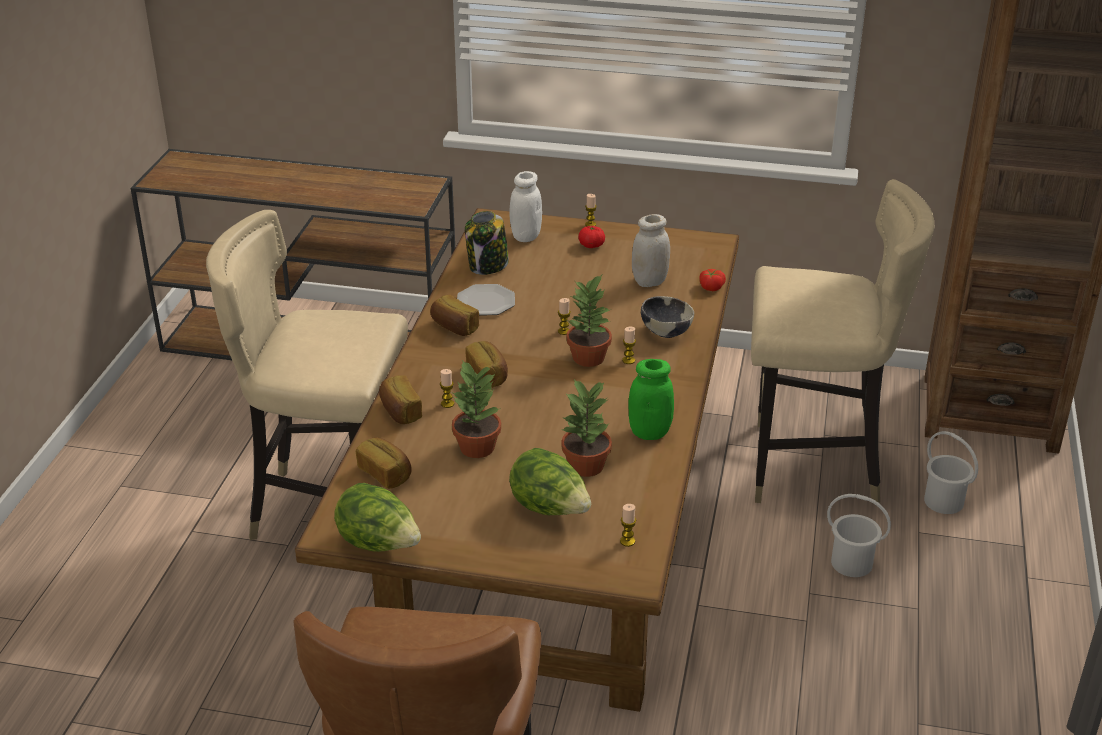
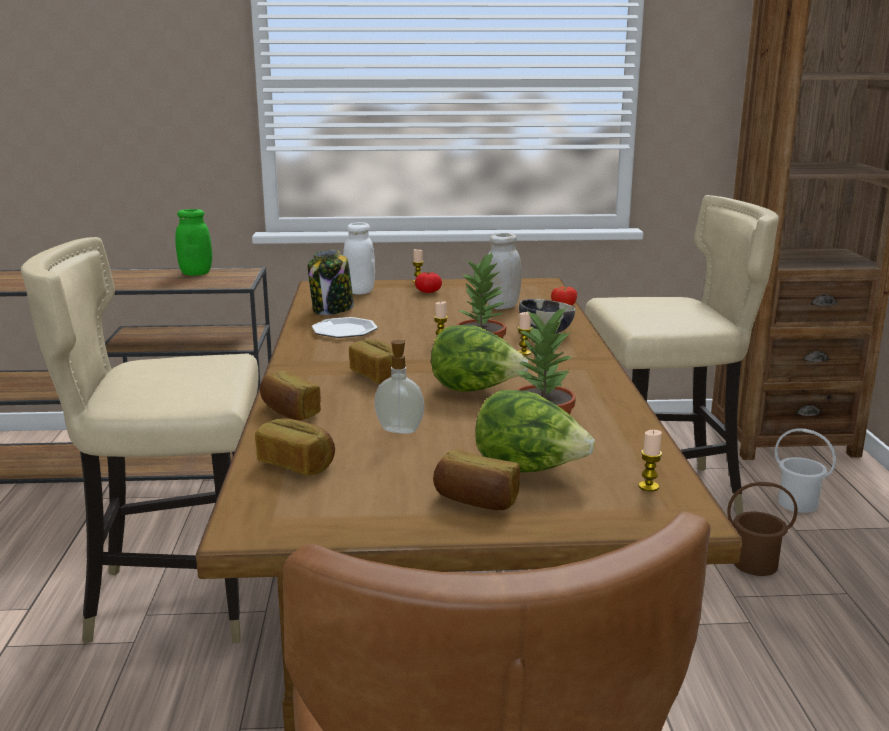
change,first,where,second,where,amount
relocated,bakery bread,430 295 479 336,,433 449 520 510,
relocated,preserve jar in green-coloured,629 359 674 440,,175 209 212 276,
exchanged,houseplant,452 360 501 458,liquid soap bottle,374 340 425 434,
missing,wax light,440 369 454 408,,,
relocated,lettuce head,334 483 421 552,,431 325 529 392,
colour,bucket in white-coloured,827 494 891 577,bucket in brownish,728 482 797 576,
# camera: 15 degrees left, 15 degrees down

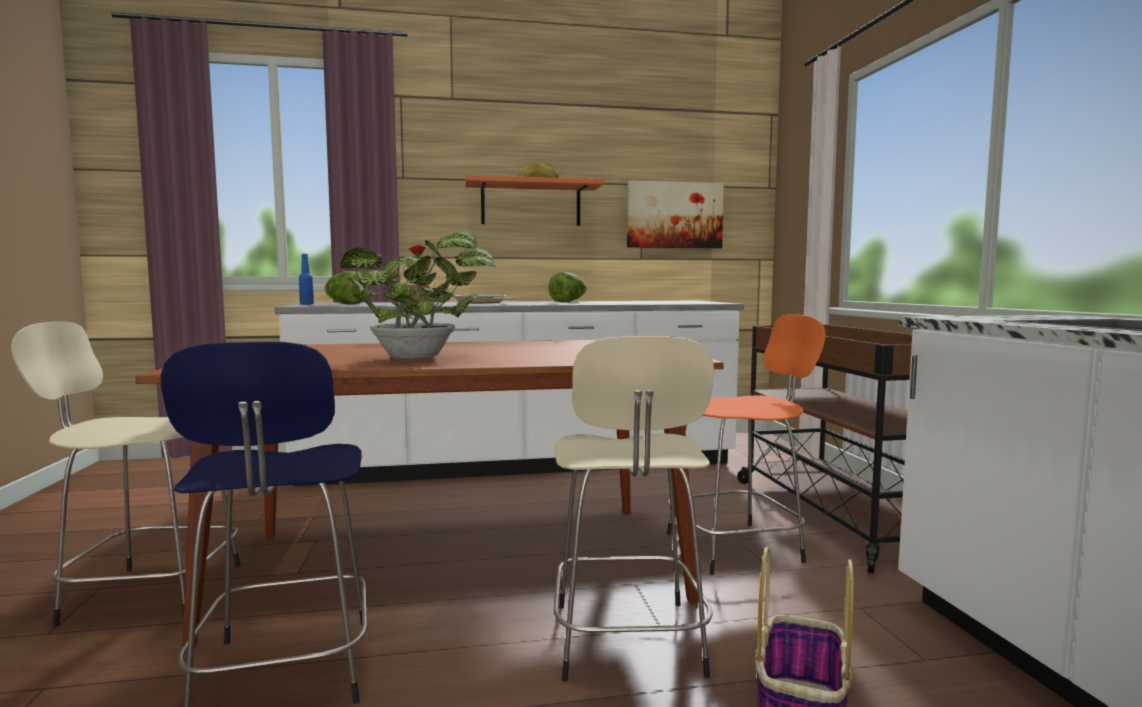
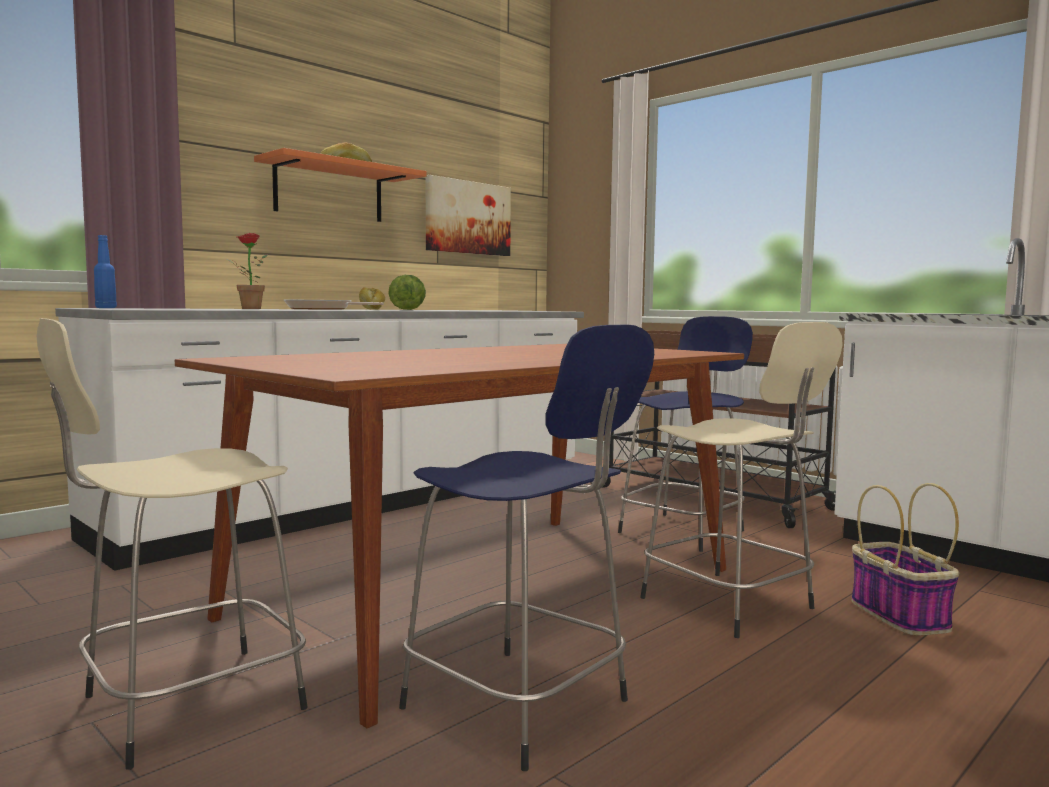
change,first,where,second,where,amount
missing,houseplant,341 229 496 360,,,
missing,lettuce head,324 271 368 305,,,
colour,stool seat in orange-coloured,667 314 826 575,stool seat in blue,618 316 753 552,
appeared,,,bakery bread,359 287 385 310,
# camera: 35 degrees left, 0 degrees up

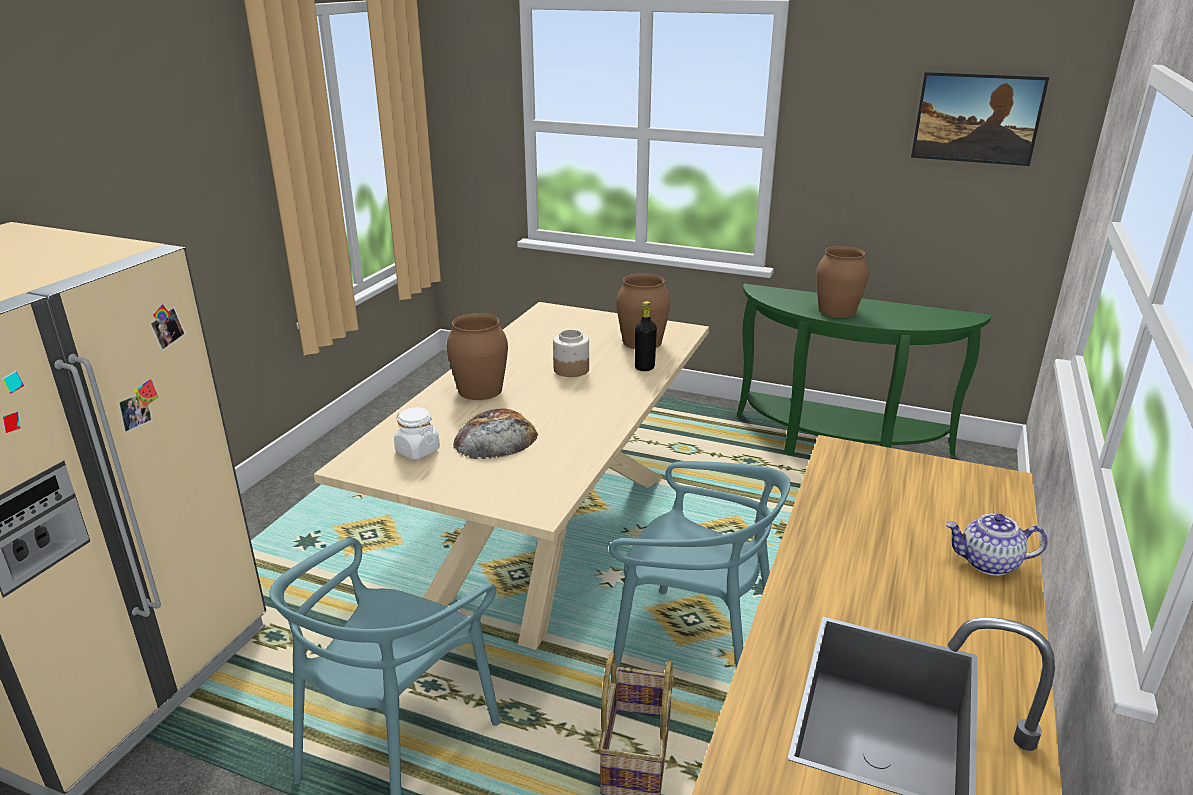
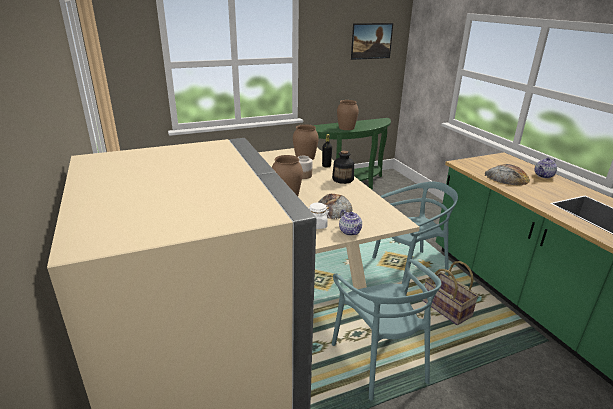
change,first,where,second,where,amount
appeared,,,drink bottle,332 150 354 184,
appeared,,,bakery bread,484 164 530 186,
appeared,,,tea pot,339 209 362 236,
# camera: 45 degrees left, 0 degrees up

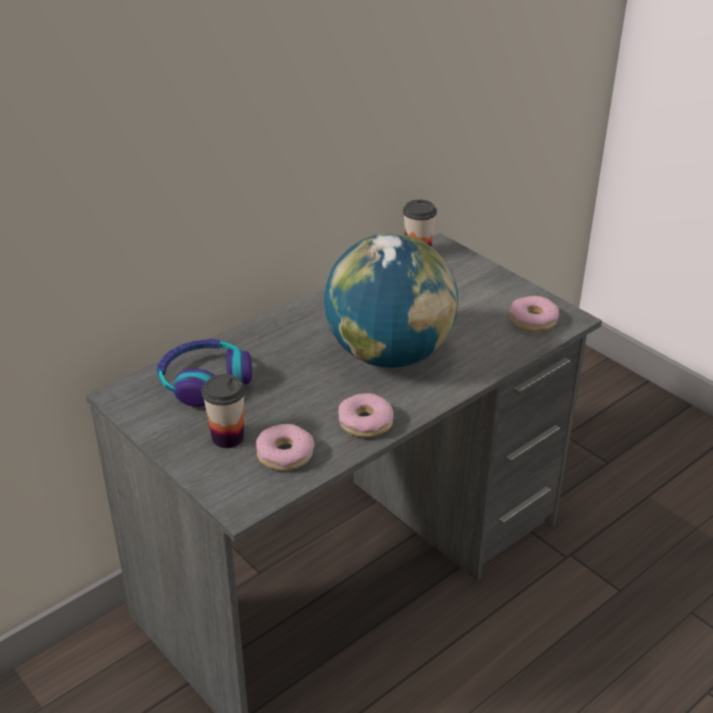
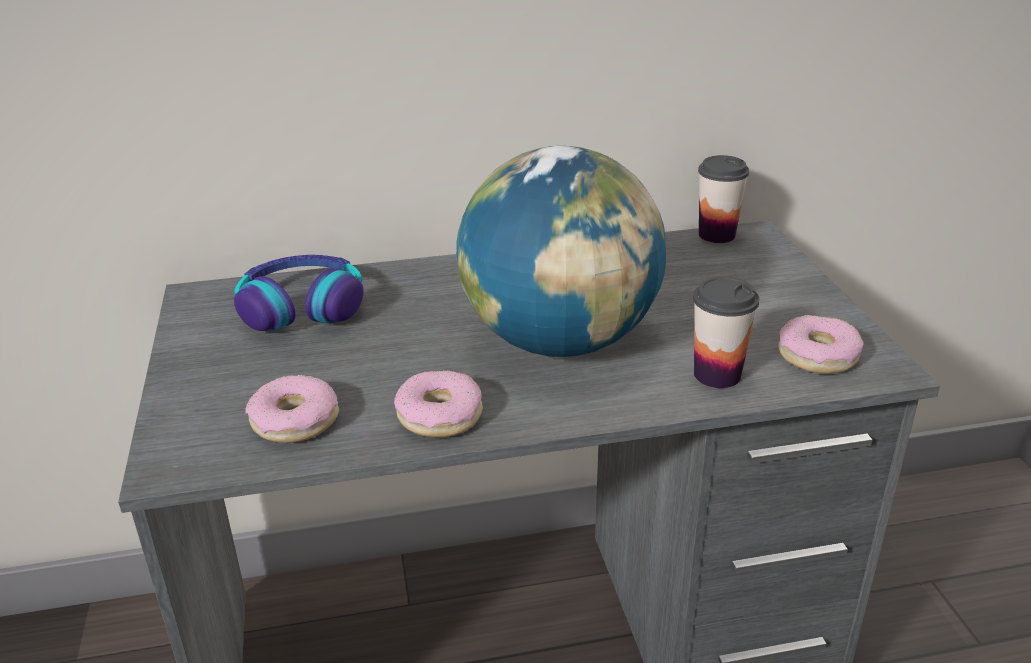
change,first,where,second,where,amount
relocated,cup,202 374 246 448,,693 276 759 388,
# camera: 30 degrees right, 5 degrees down

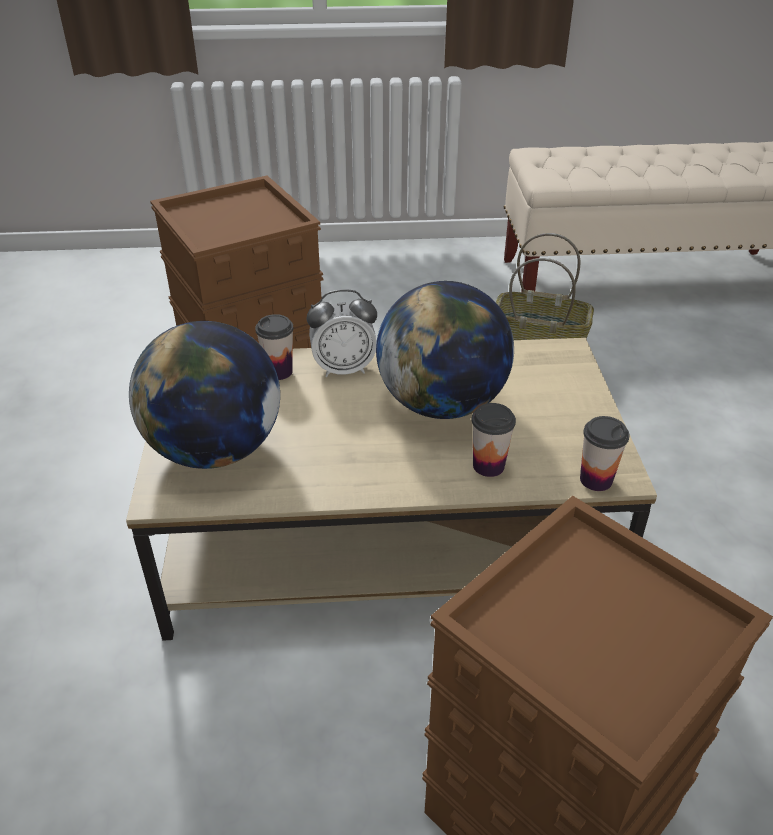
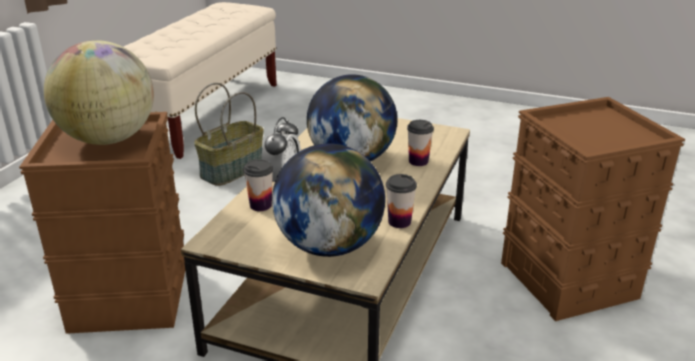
change,first,where,second,where,amount
relocated,cup,580 416 629 491,,386 174 417 228,
appeared,,,desk globe,44 40 154 145,
# camera: 65 degrees left, 10 degrees down

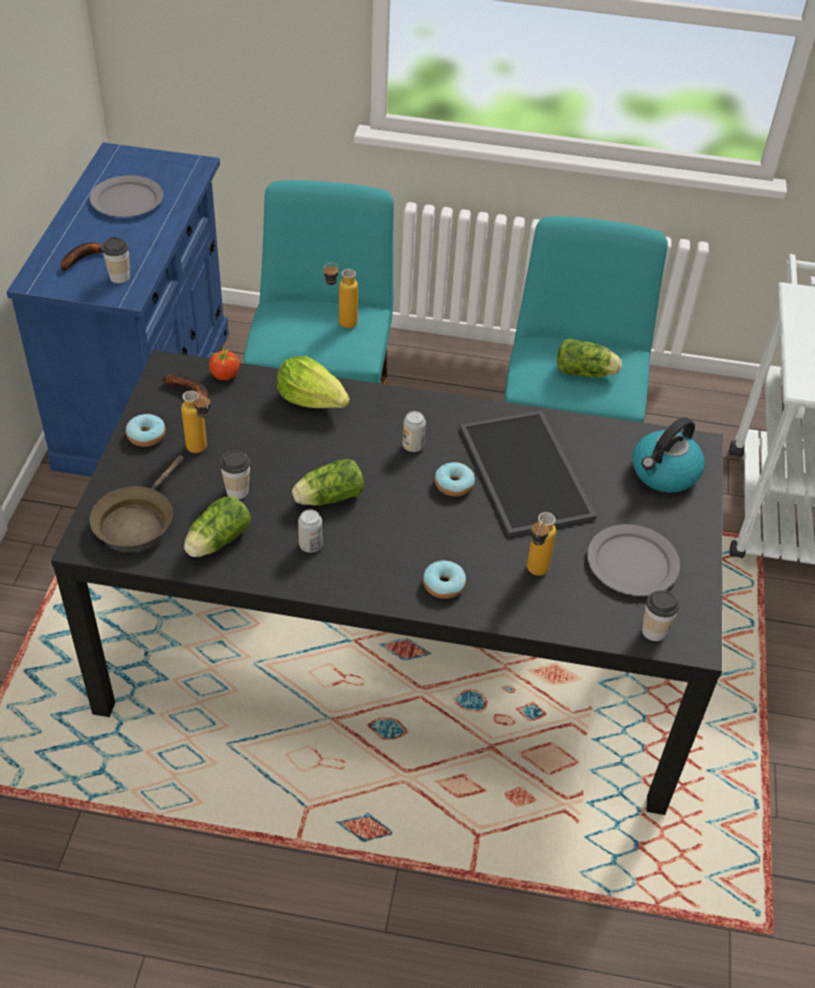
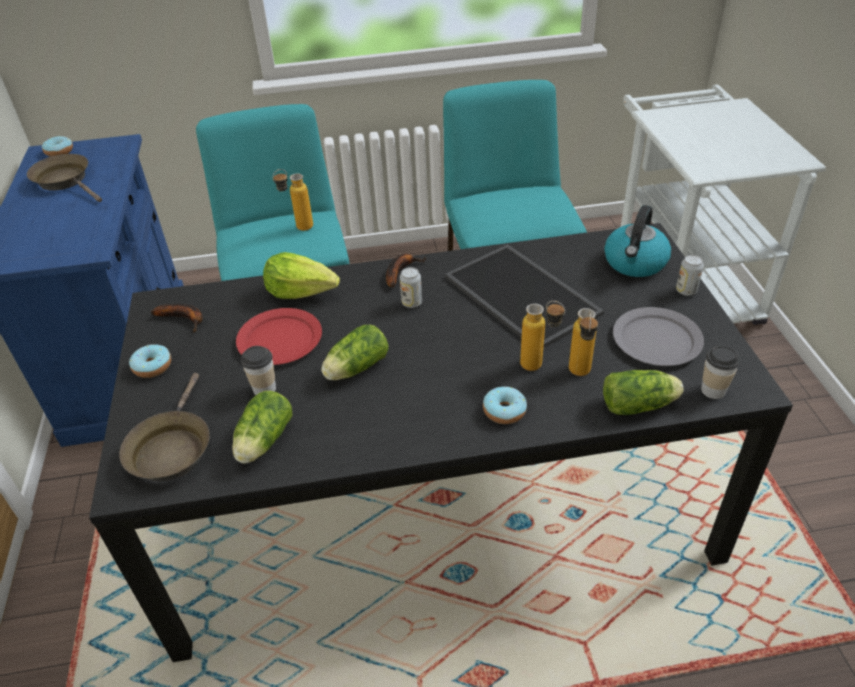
change,first,where,second,where,amount
exchanged,dinner plate in grey,90 175 163 217,skillet in brownish,27 154 102 202,
missing,cup,102 237 130 284,,,
relocated,whole banana,60 242 102 271,,386 254 426 288,
relocated,lettuce head,557 338 622 377,,603 370 683 415,
missing,whole tomato,209 348 240 380,,,
relocated,drink bottle,181 391 211 453,,520 301 565 371,
relocated,ring doughnut,435 462 475 497,,42 136 73 157,
relocated,metal can,298 509 322 553,,676 255 704 296,
appeared,,,dinner plate in red,236 308 322 365,
# camera: 15 degrees left, 5 degrees down

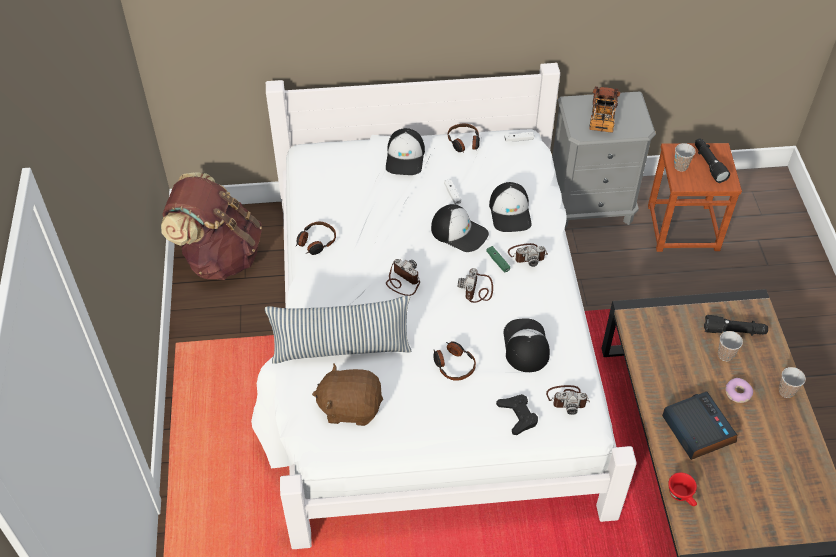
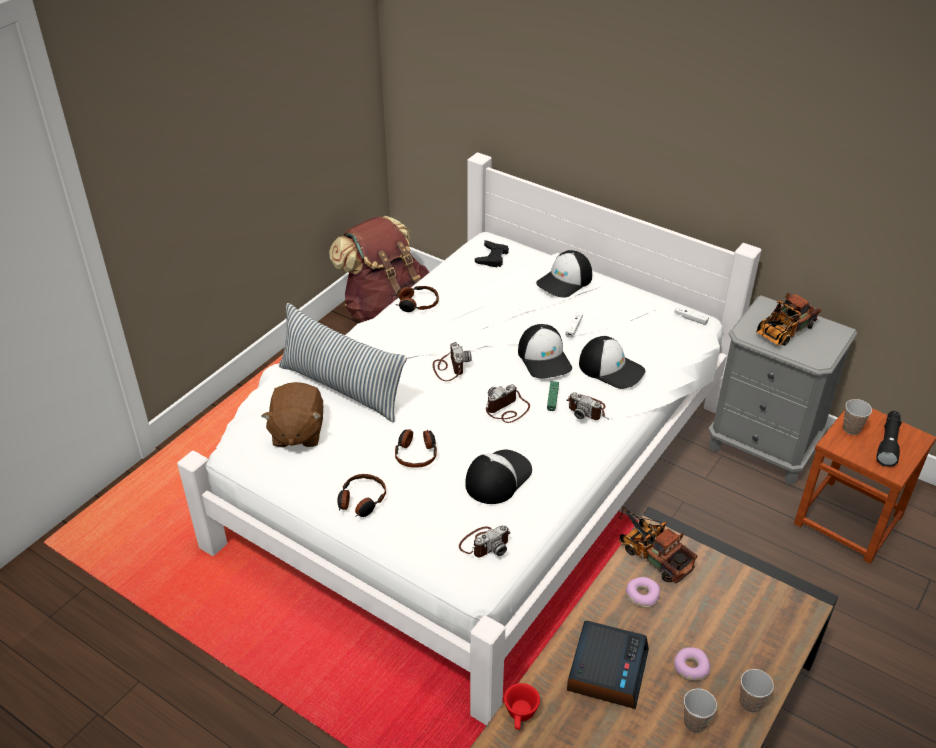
change,first,where,second,where,amount
relocated,headphones,448 124 480 152,,337 474 386 517,
spun,cap,489 182 532 232,,579 336 645 389,90 degrees counterclockwise
missing,torch in blackish,704 315 768 336,,,
relocated,cup,718 331 743 361,,684 688 717 733,
spun,soft toy in brownish,312 363 383 426,,261 382 323 447,135 degrees counterclockwise
spun,still camera,546 385 590 415,,459 525 511 557,75 degrees counterclockwise
relocated,game controller in blackish,496 394 538 435,,475 240 509 267,
appeared,,,toy lorry,619 507 697 584,
appeared,,,ring doughnut,626 577 660 608,
# camera: 40 degrees right, 10 degrees down

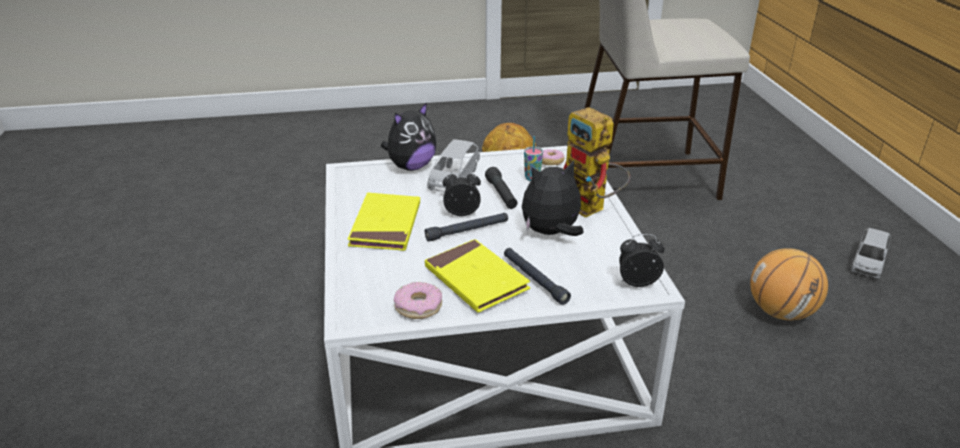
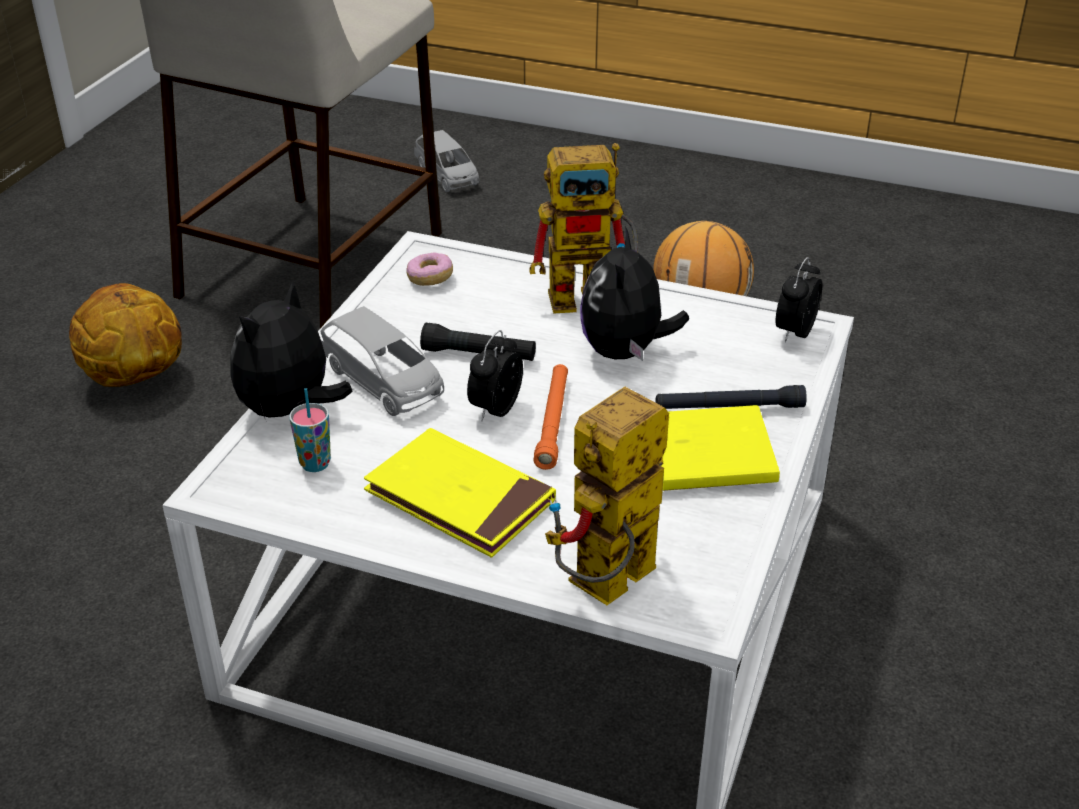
change,first,where,second,where,amount
spun,soft toy,381 102 436 171,,230 280 353 418,135 degrees counterclockwise
relocated,cup,524 136 543 181,,289 388 331 472,
colour,torch in blackish,425 213 508 242,torch in orange-coloured,533 364 568 470,
relocated,model car in grey,851 228 891 279,,414 130 479 192,
missing,ring doughnut,394 282 442 319,,,
appeared,,,model robot,545 387 669 605,
# camera: 60 degrees left, 5 degrees up

